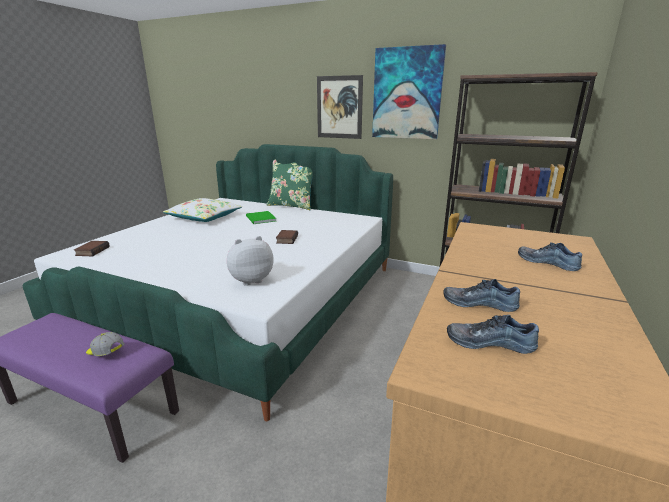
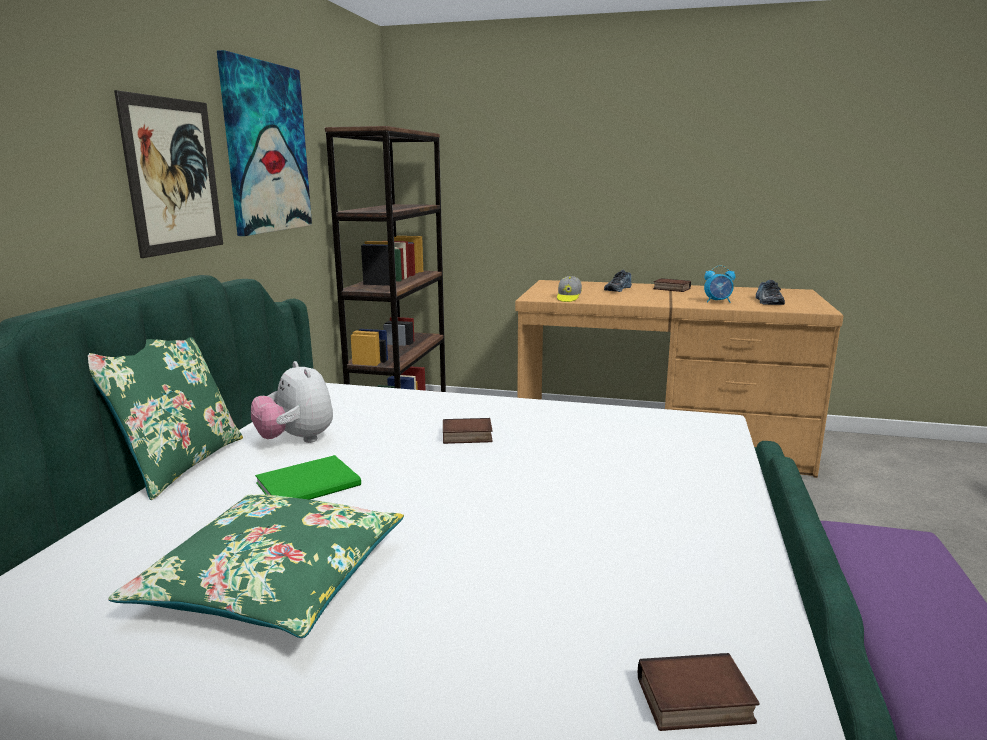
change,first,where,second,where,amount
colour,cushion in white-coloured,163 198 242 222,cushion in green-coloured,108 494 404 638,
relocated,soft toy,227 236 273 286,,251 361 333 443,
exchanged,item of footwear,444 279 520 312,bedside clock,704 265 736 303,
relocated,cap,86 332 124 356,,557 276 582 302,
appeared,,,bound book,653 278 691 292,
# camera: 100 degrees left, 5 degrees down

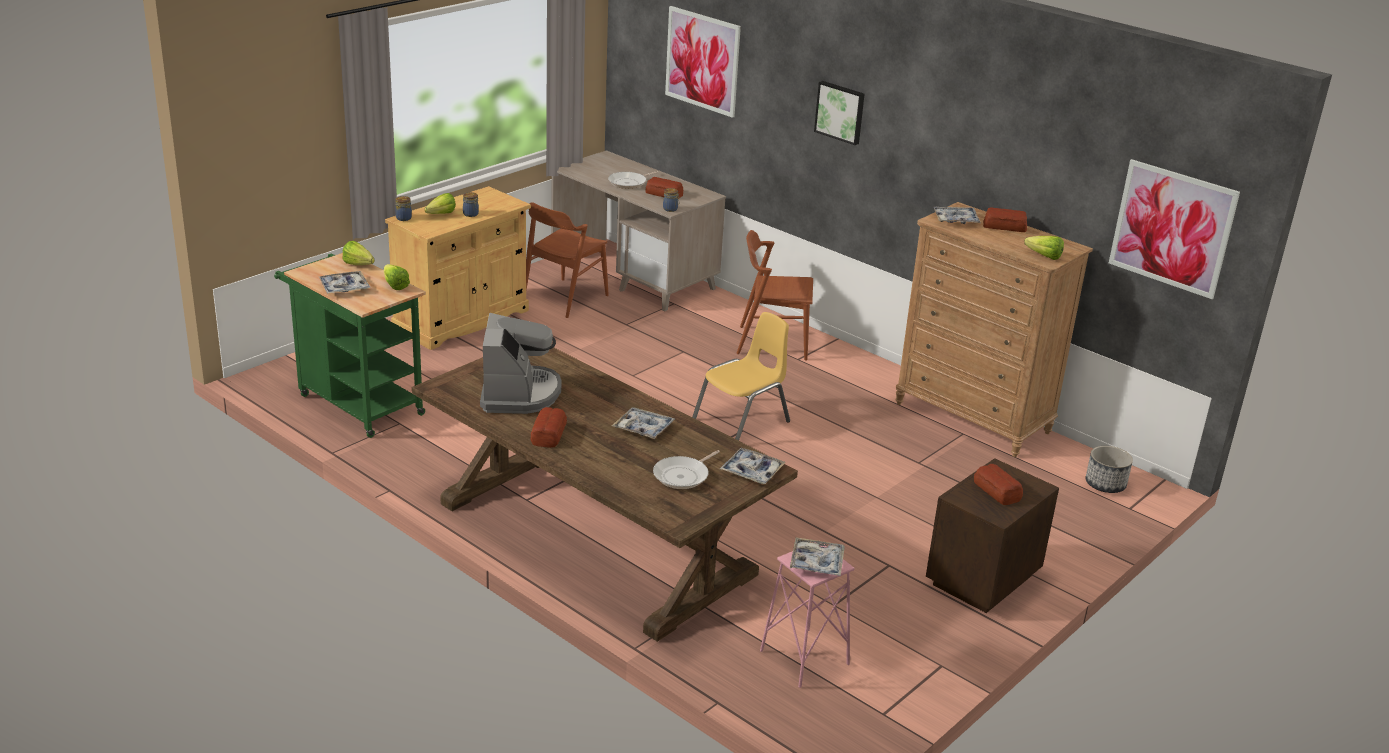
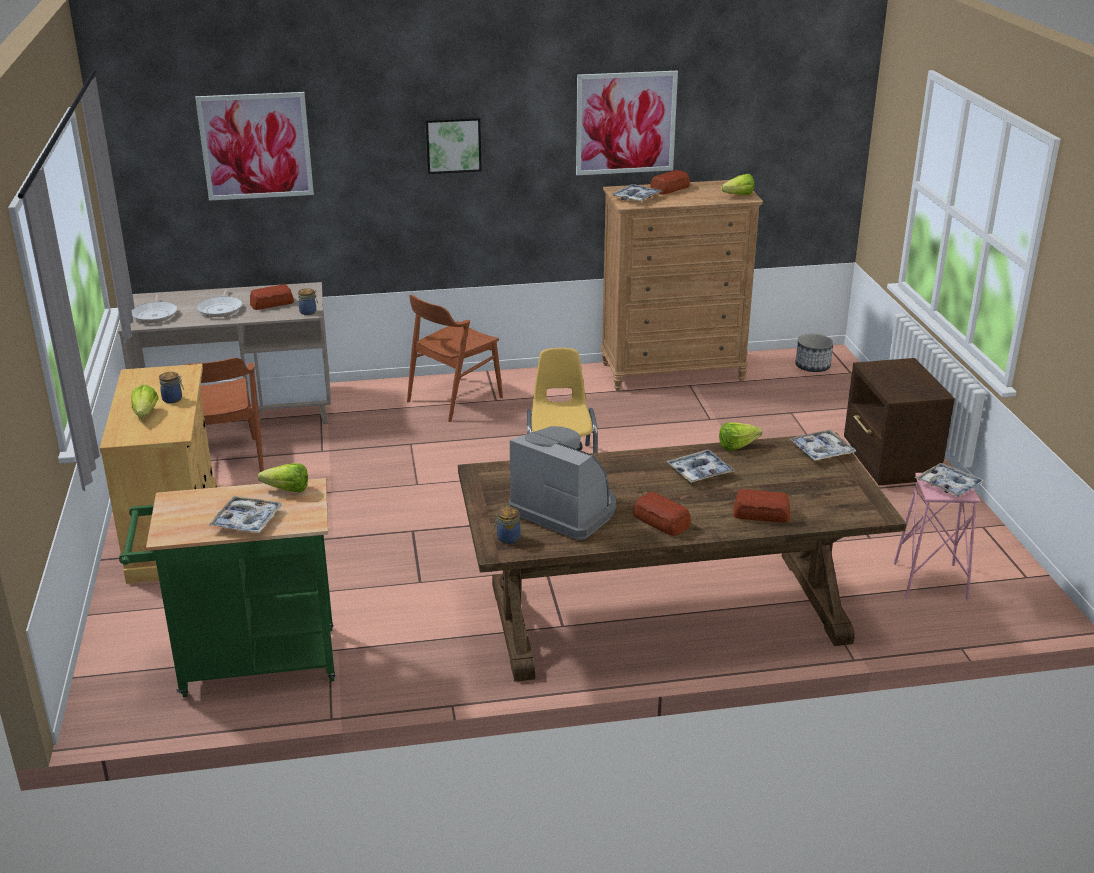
change,first,where,second,where,amount
relocated,picture,1109 159 1240 299,,576 71 678 175,
relocated,preserve jar,395 196 412 221,,494 507 521 544,
relocated,lettuce head,343 241 375 265,,719 422 762 451,
relocated,skillet,653 450 720 489,,132 293 177 323,
relocated,bakery bread,974 464 1023 505,,733 489 790 523,
# camera: 50 degrees left, 0 degrees up

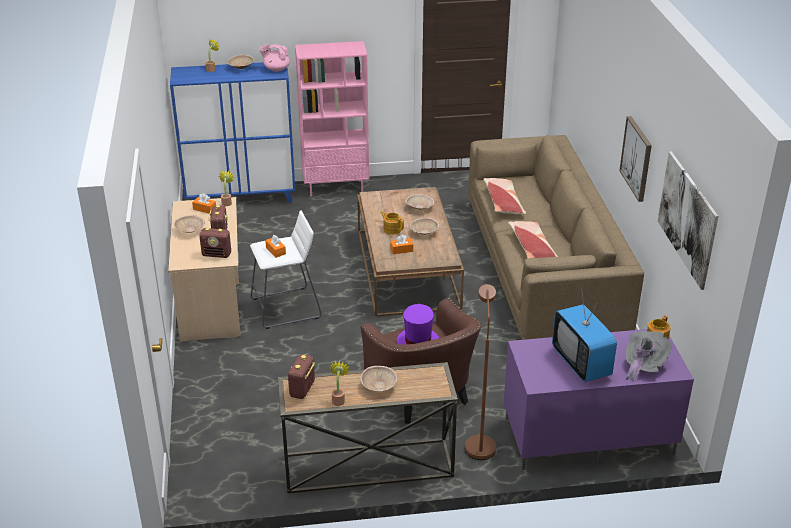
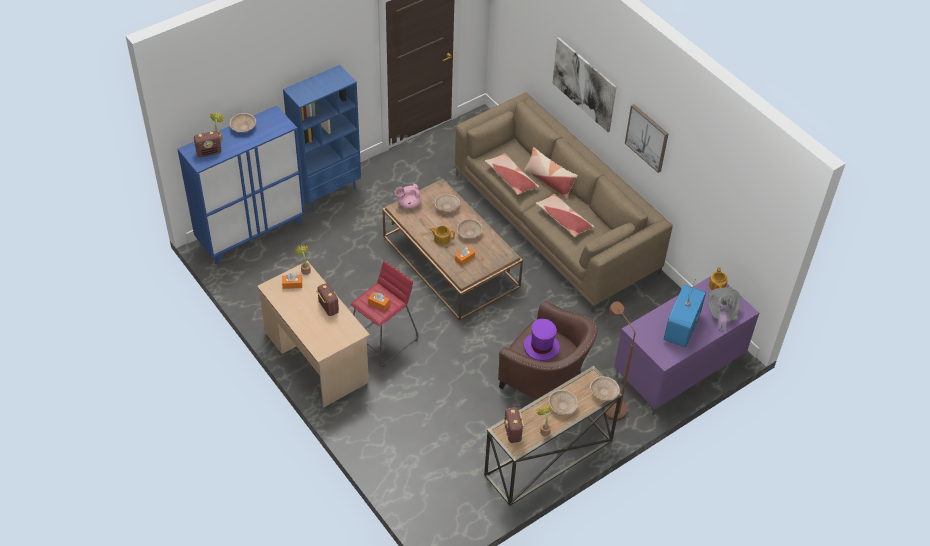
change,first,where,second,where,amount
colour,bookcase in pink-coloured,295 41 369 197,bookcase in blue,283 65 361 211,
relocated,tea pot in pink-coloured,259 44 290 72,,395 184 421 209,
relocated,picture,658 151 719 290,,553 37 617 132,
colour,stool seat in white-coloured,250 210 321 329,stool seat in red,351 261 418 367,
relocated,deep dish in sand-coloured,174 215 204 233,,590 376 620 400,
relocated,radio set,199 228 231 258,,194 131 222 158,
spun,TV set,552 288 617 382,,664 279 706 347,75 degrees clockwise
appeared,,,cushion,524 147 578 200,
# camera: 30 degrees left, 15 degrees up

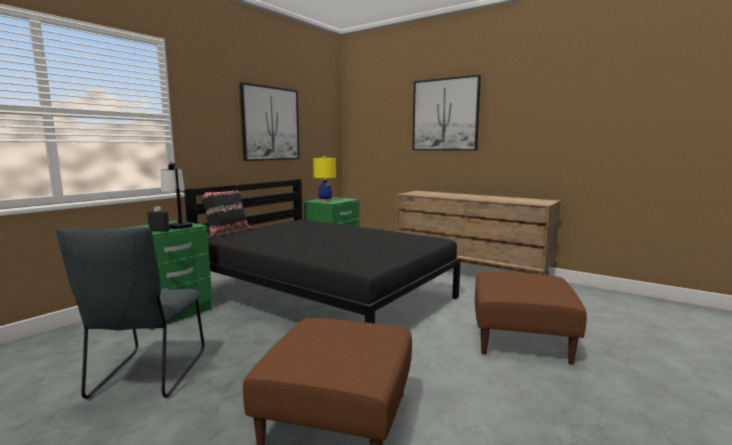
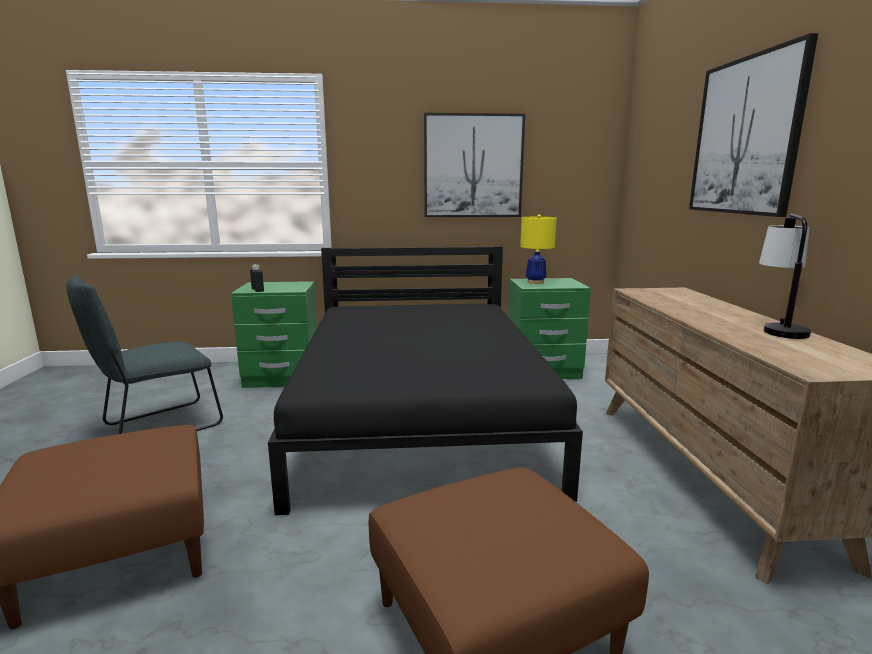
change,first,where,second,where,amount
relocated,lamp for a table,161 162 193 229,,759 213 811 339,
missing,cushion in blackish,196 184 251 238,,,
# camera: 50 degrees right, 5 degrees up

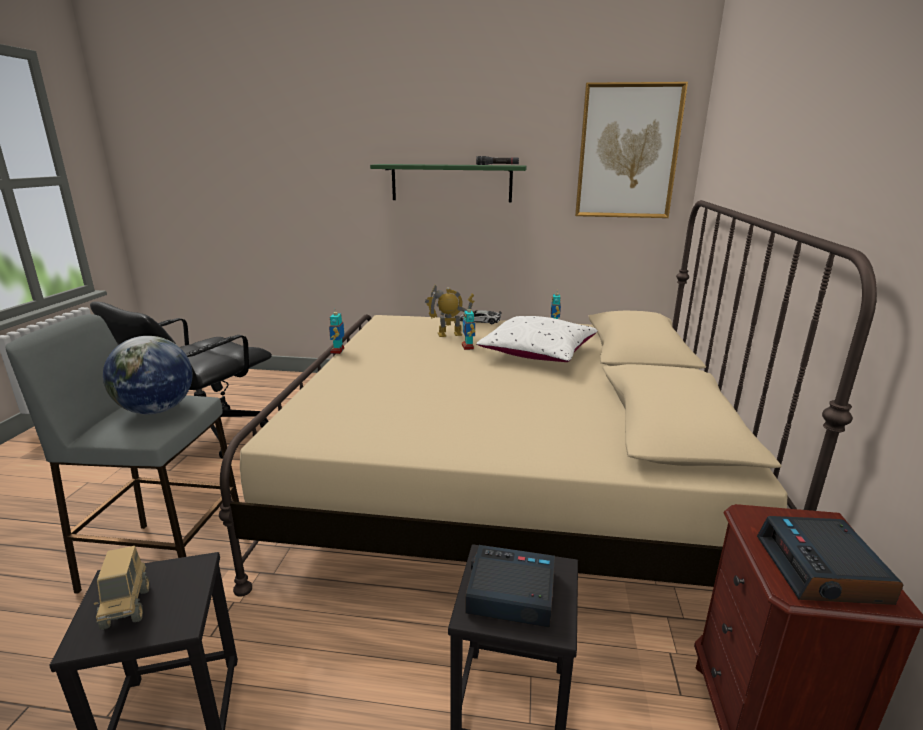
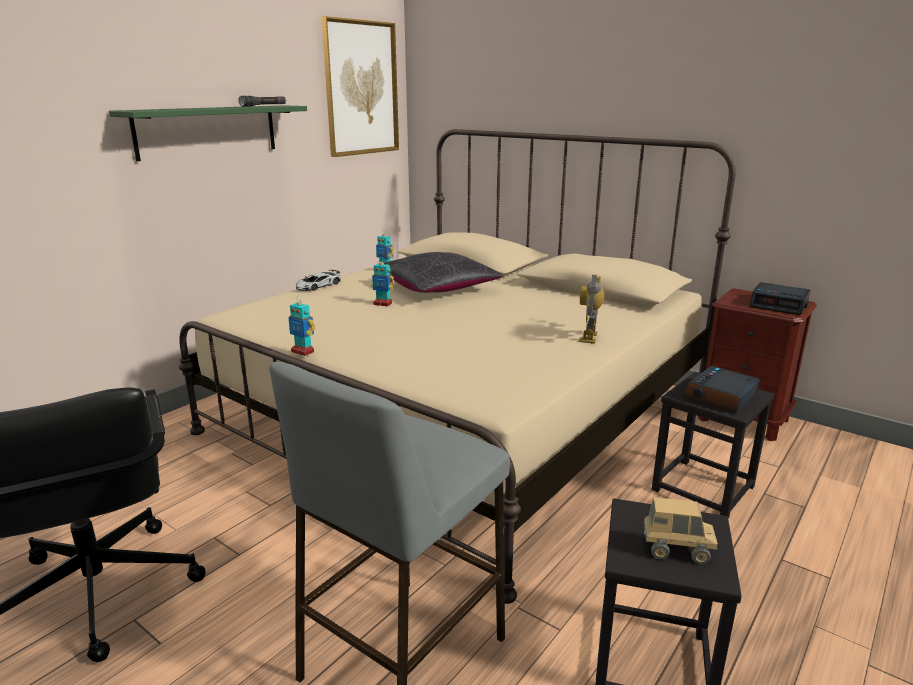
change,first,where,second,where,amount
relocated,model robot,425 285 474 337,,579 274 604 344,
colour,cushion in white-coloured,476 316 598 362,cushion in blackish,384 252 503 293,
missing,desk globe,103 336 193 414,,,
# camera: 60 degrees left, 0 degrees up

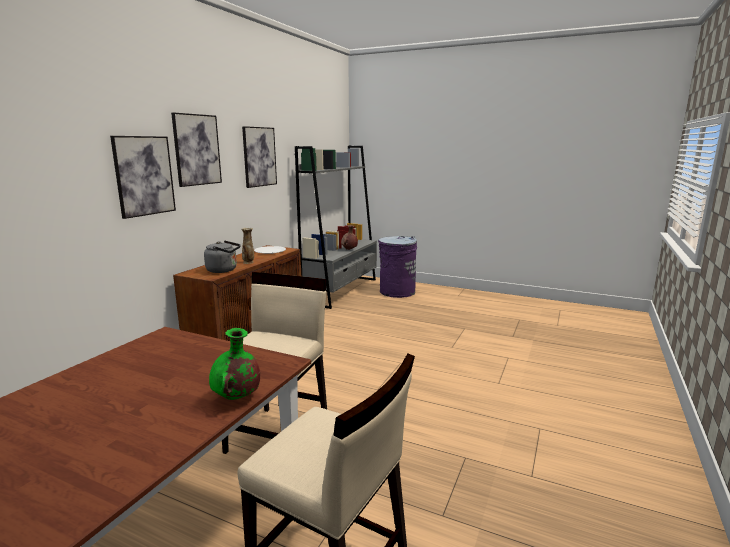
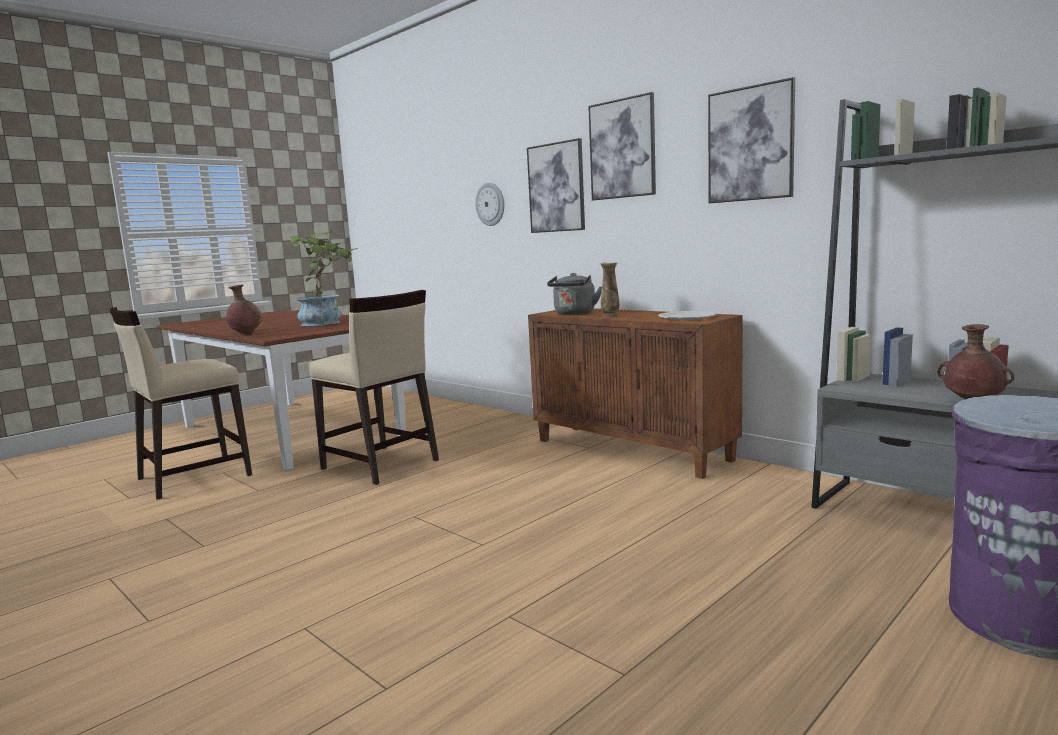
change,first,where,second,where,amount
colour,decorative vase in green-coloured,209 328 260 400,decorative vase in brownish,226 284 262 334,
appeared,,,hanging clock,475 183 504 226,
appeared,,,houseplant,289 230 357 326,
# camera: 110 degrees right, 5 degrees down

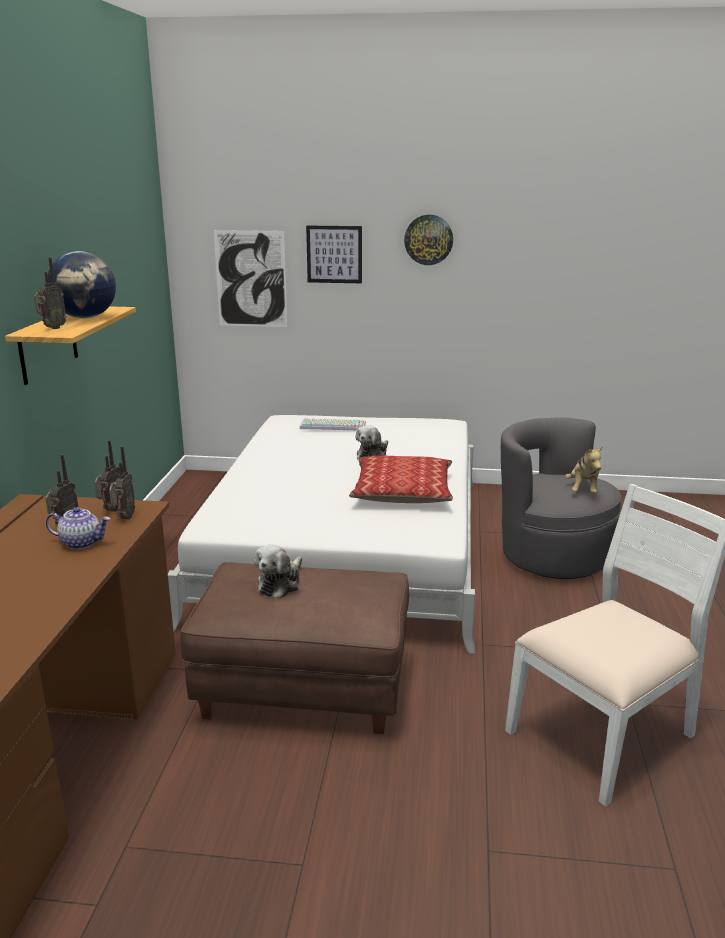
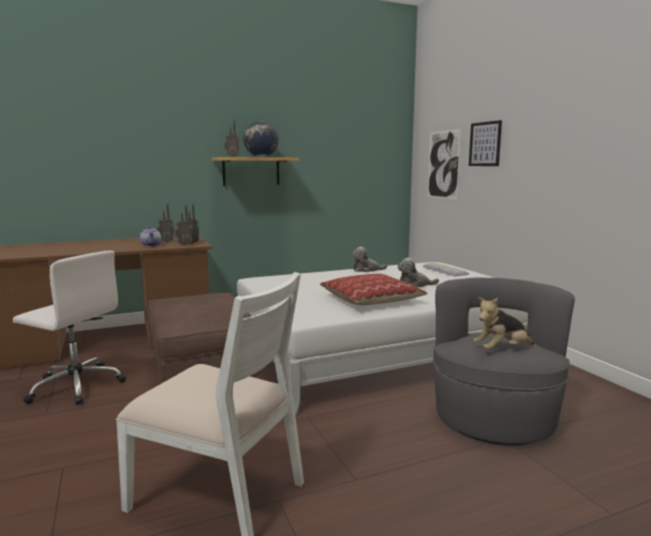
change,first,where,second,where,amount
missing,hanging clock,404 215 453 265,,,
relocated,soft toy,254 545 302 599,,352 247 387 272,
appeared,,,desk chair in white-coloured,13 250 127 405,
# camera: 60 degrees right, 10 degrees down

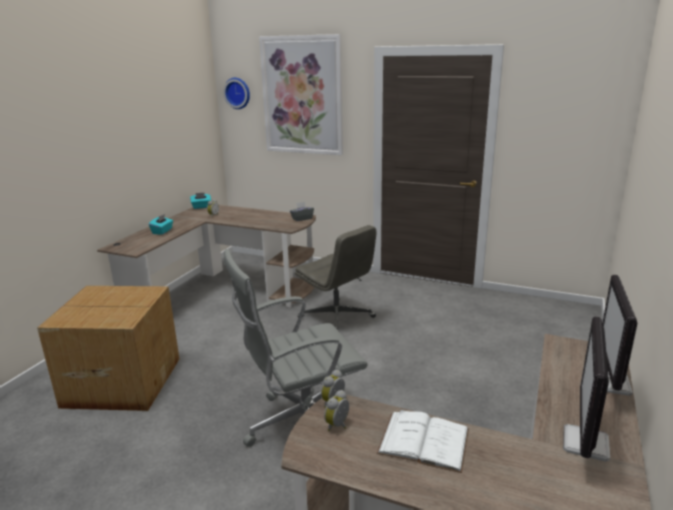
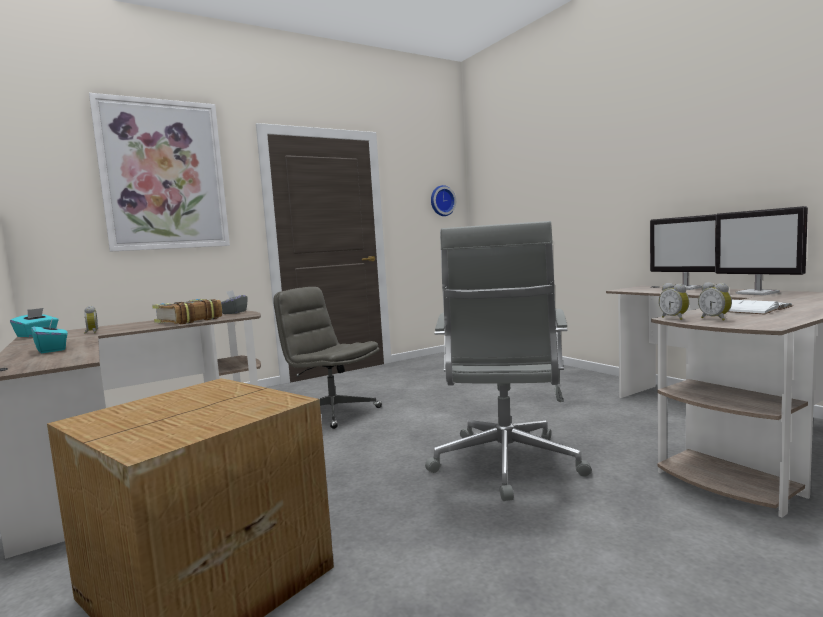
change,first,where,second,where,amount
relocated,hanging clock,223 78 250 109,,431 185 456 216,
spun,desk chair in grey,295 225 377 331,,273 287 382 429,135 degrees counterclockwise
appeared,,,bound book,152 299 222 324,
# camera: 55 degrees left, 15 degrees down

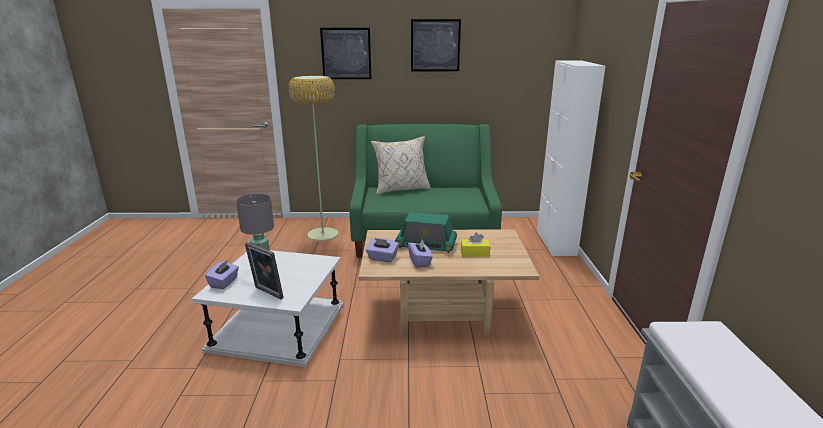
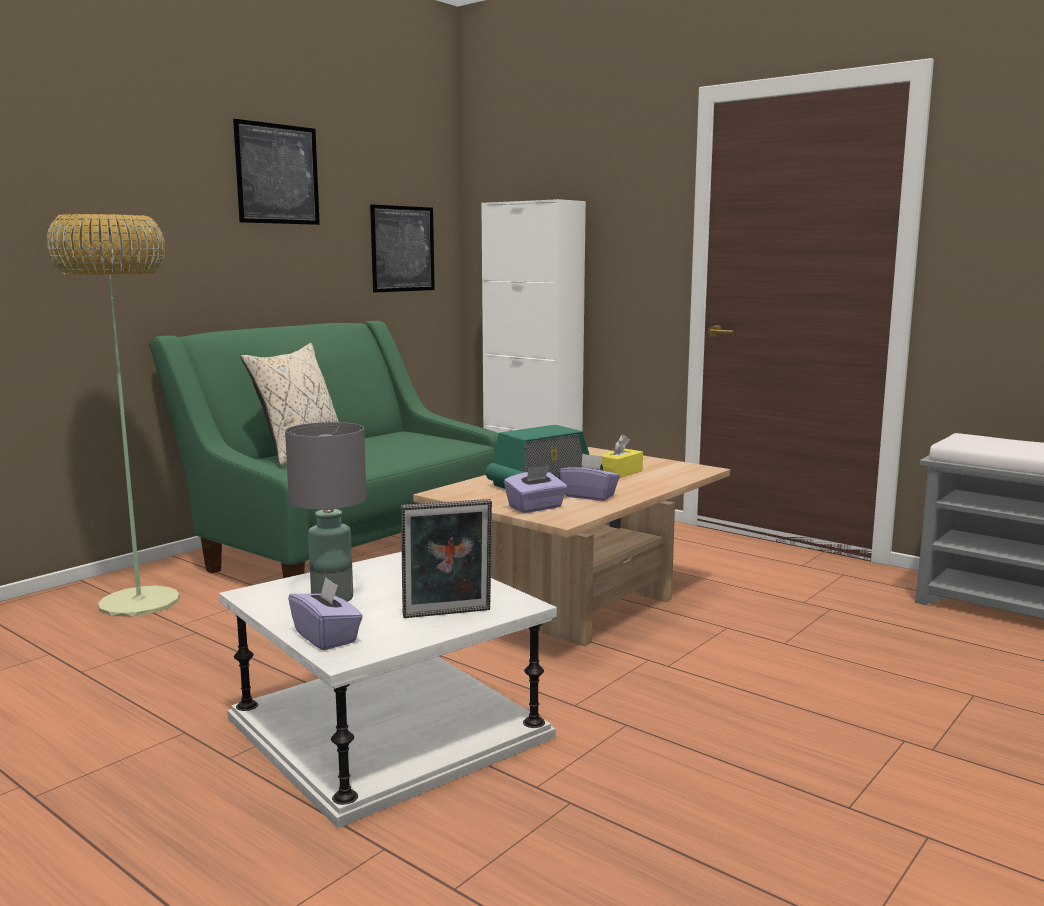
change,first,where,second,where,amount
relocated,picture,320 28 372 79,,370 204 435 293,
# camera: 50 degrees left, 10 degrees down

